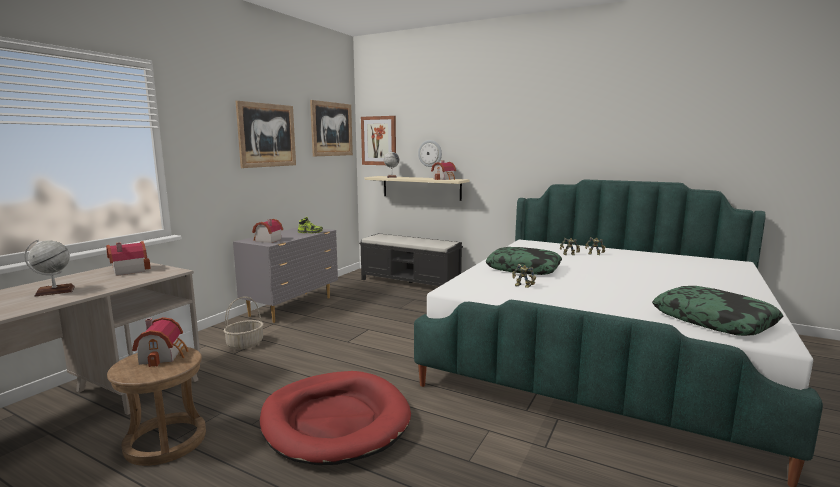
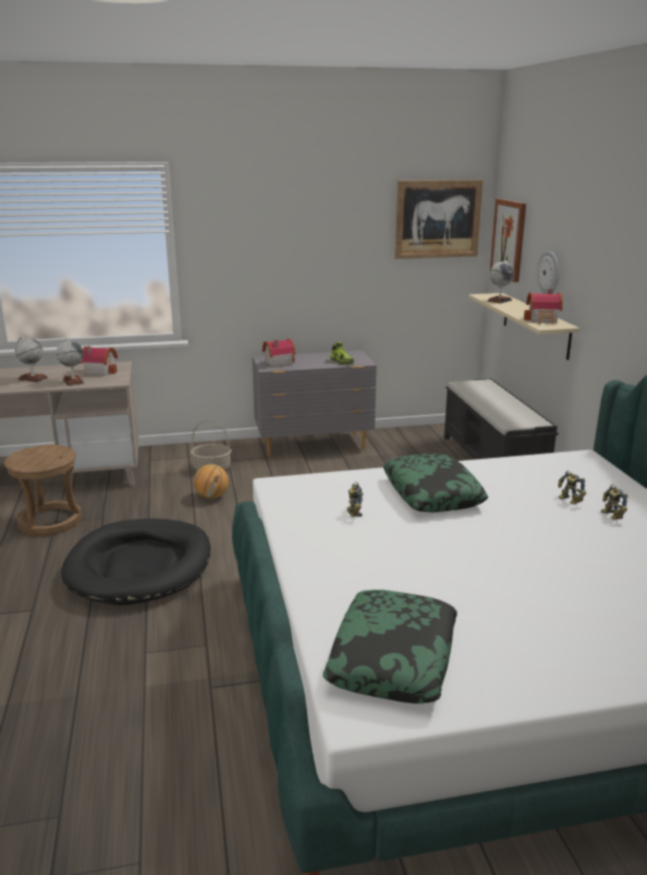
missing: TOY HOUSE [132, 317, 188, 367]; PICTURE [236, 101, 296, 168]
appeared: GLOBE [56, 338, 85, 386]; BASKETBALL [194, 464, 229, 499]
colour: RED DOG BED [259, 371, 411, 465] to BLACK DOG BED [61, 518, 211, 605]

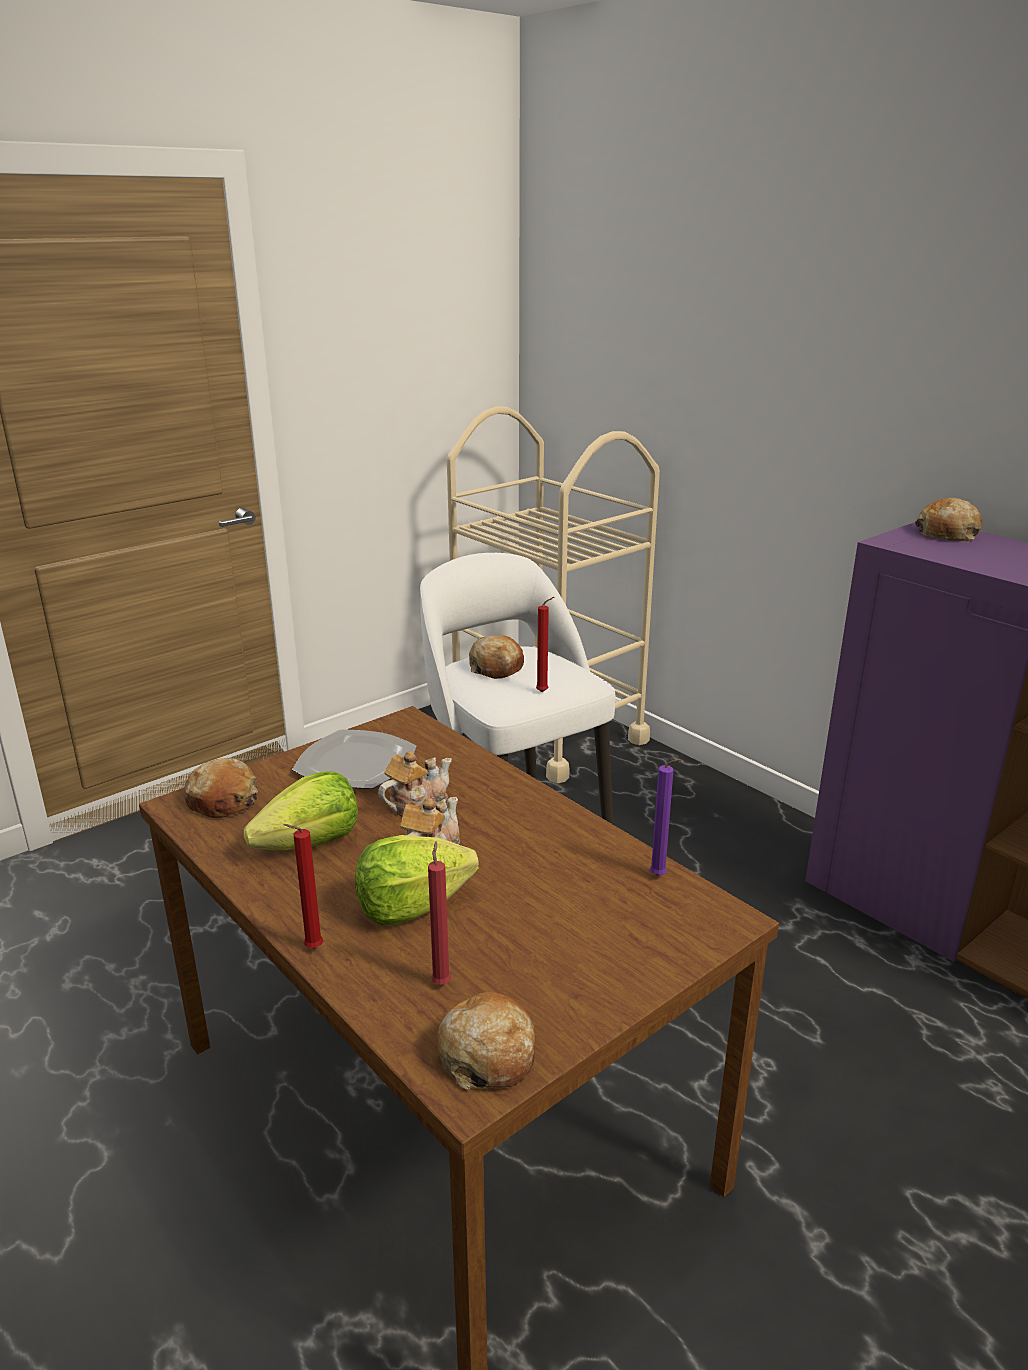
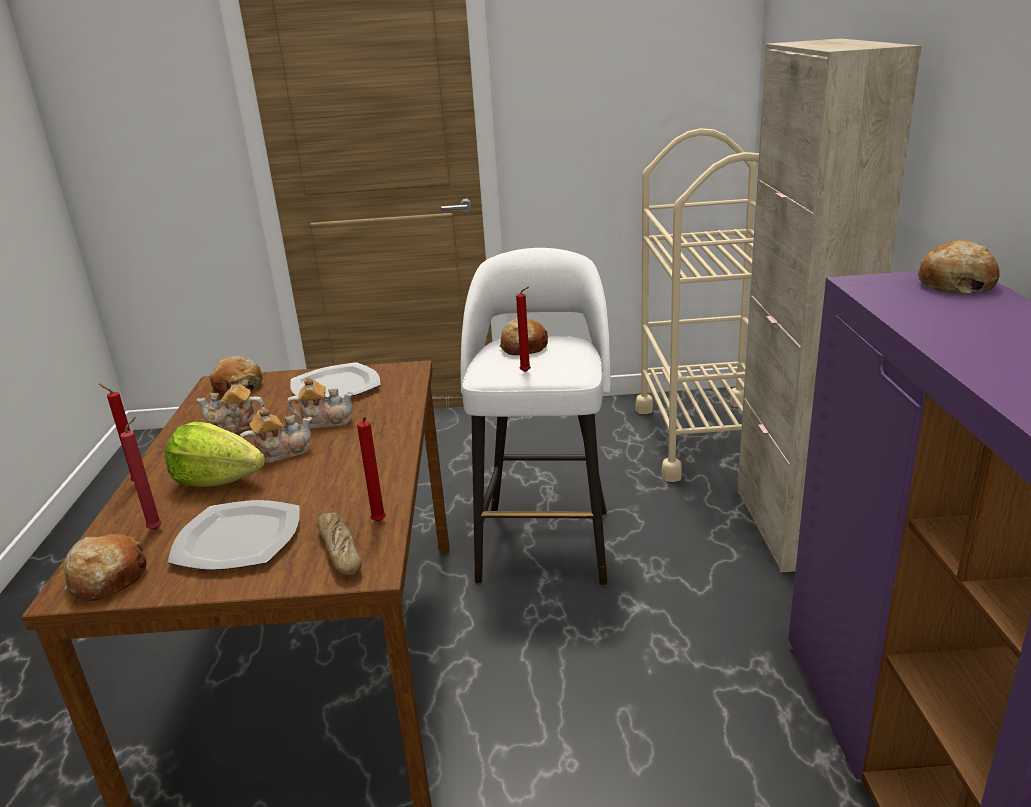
appeared: PLATE [168, 500, 300, 570]; BREAD [317, 512, 362, 576]; BEIGE CABINET [737, 38, 921, 572]
exchanged: LETTUCE [244, 771, 358, 850] to TEAPOT [196, 375, 264, 433]
colour: PURPLE CANDLE [650, 759, 681, 876] to RED CANDLE [357, 417, 386, 522]

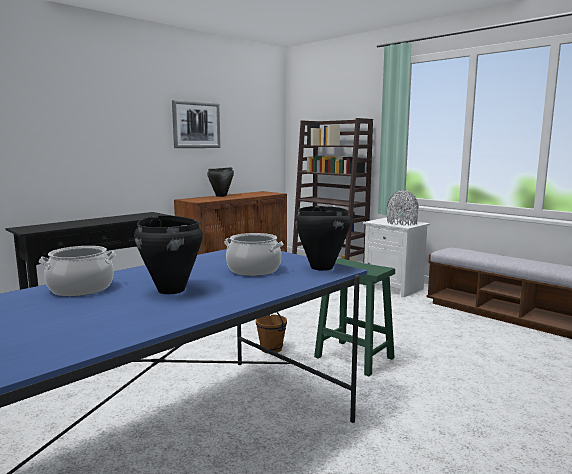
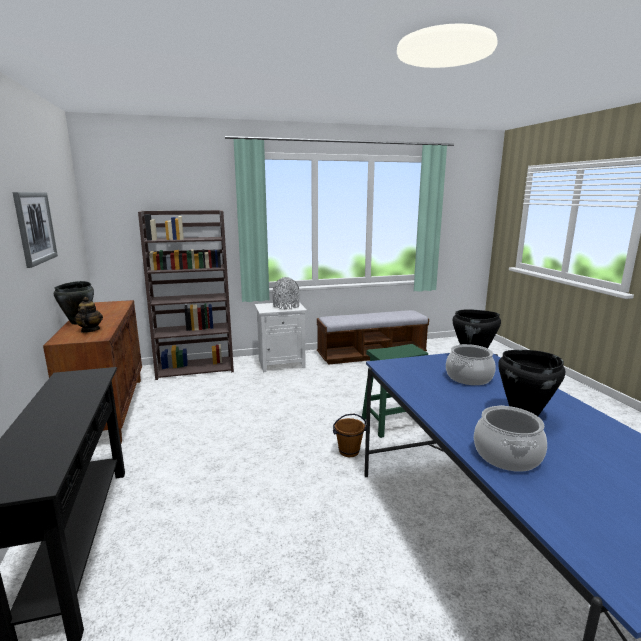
appeared: TEAPOT [74, 297, 103, 333]

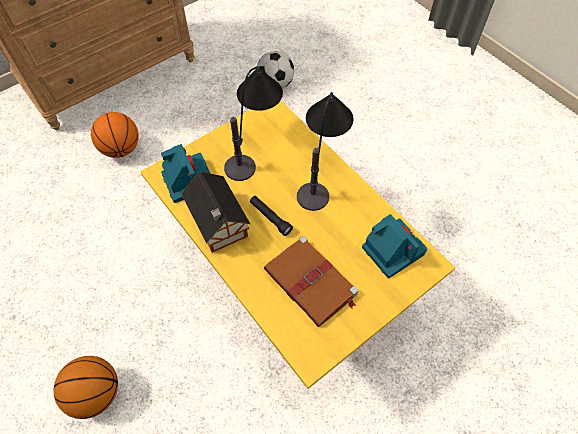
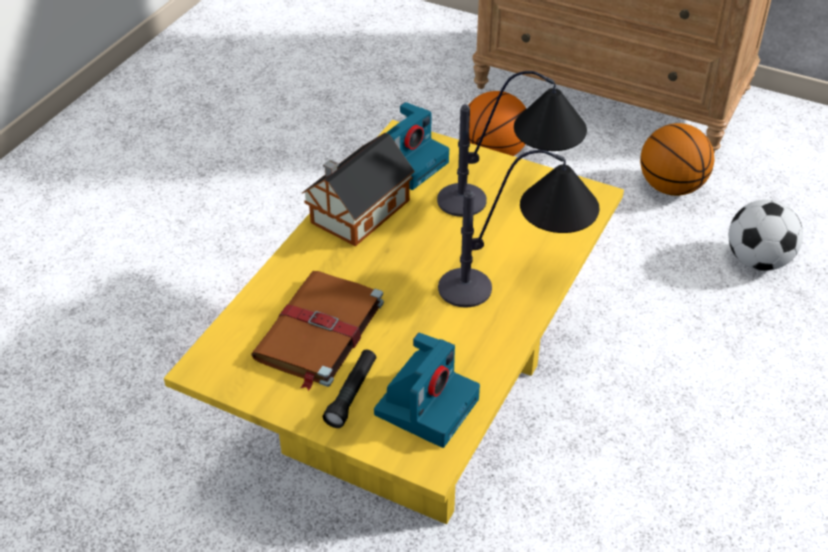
relocated: BLACK FLASHLIGHT [250, 196, 293, 236] to [323, 350, 376, 428]; BASKETBALL [53, 356, 118, 419] to [640, 123, 714, 196]

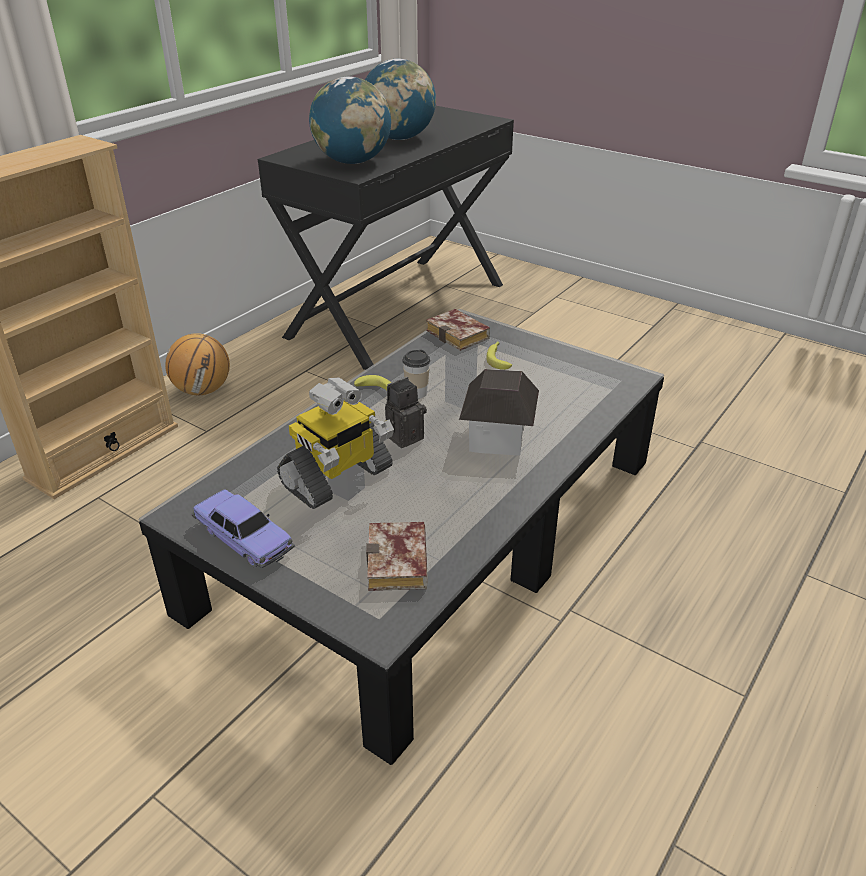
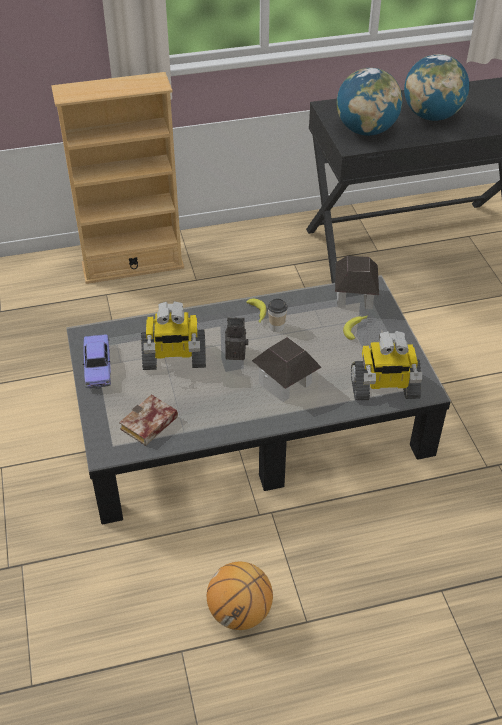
appeared: TOY ROBOT [351, 331, 422, 400]
relocated: BASKETBALL [165, 333, 230, 395] to [207, 562, 273, 630]
exchanged: BOOK [426, 309, 490, 351] to TOY HOUSE [335, 256, 379, 309]

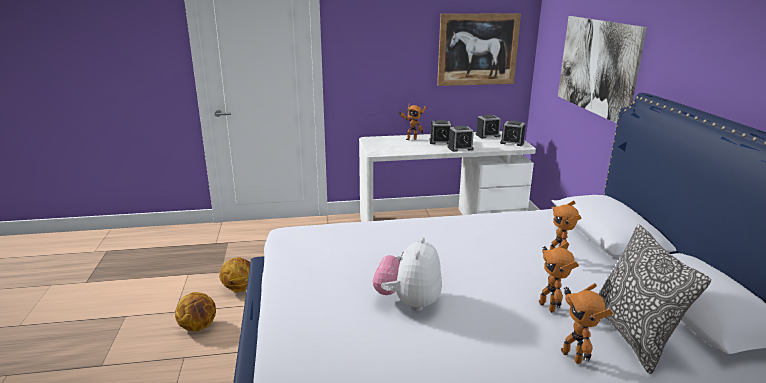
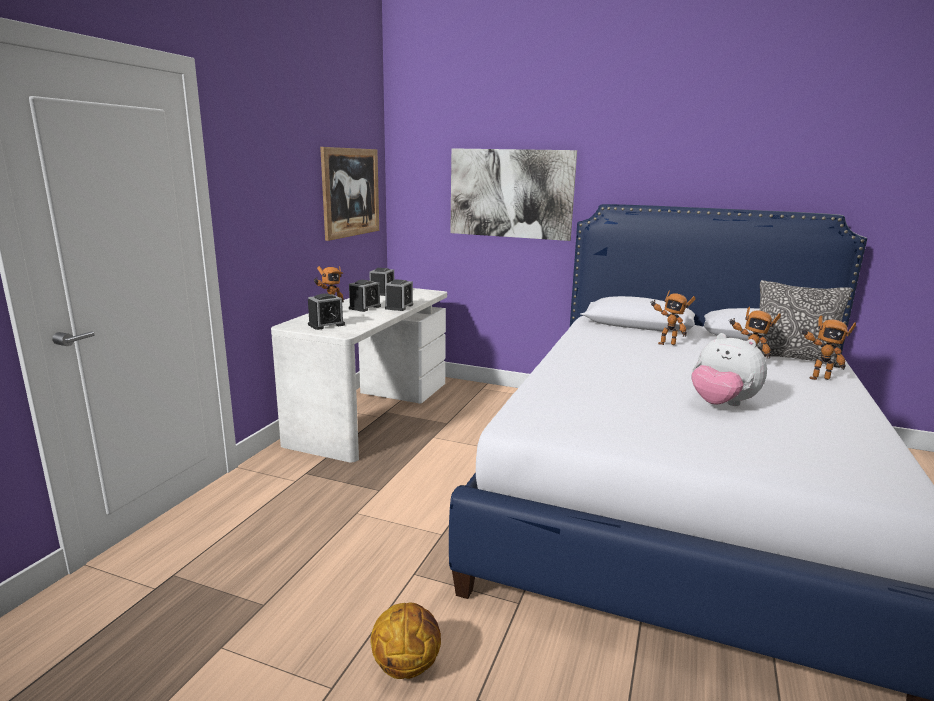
missing: BASKETBALL [219, 257, 250, 292]
relocated: ALARM CLOCK [500, 121, 526, 146] to [308, 293, 345, 330]

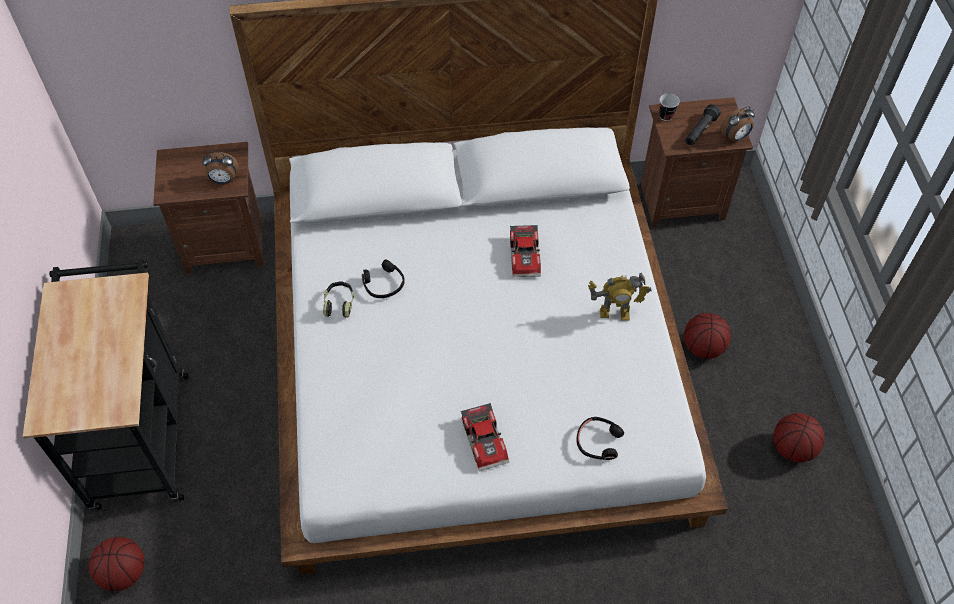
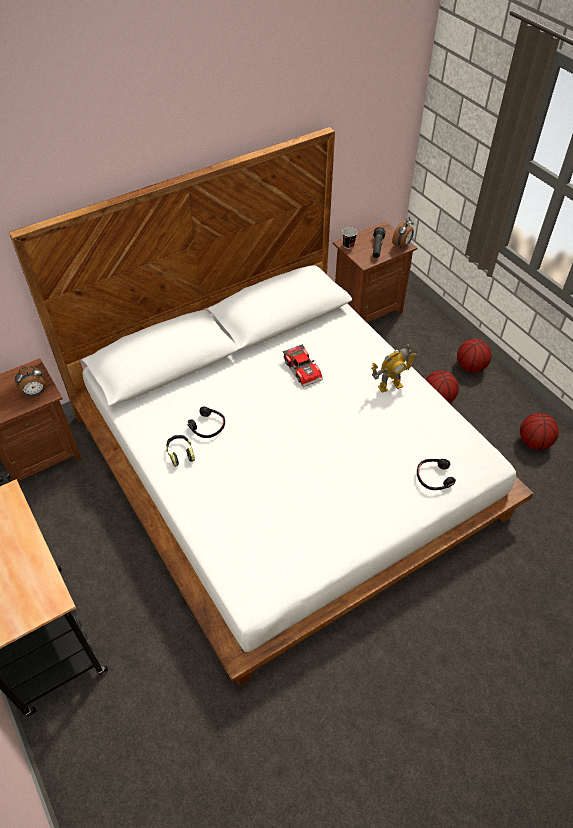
missing: TOY CAR [461, 403, 509, 471]
relocated: BASKETBALL [89, 537, 145, 591] to [457, 339, 492, 373]

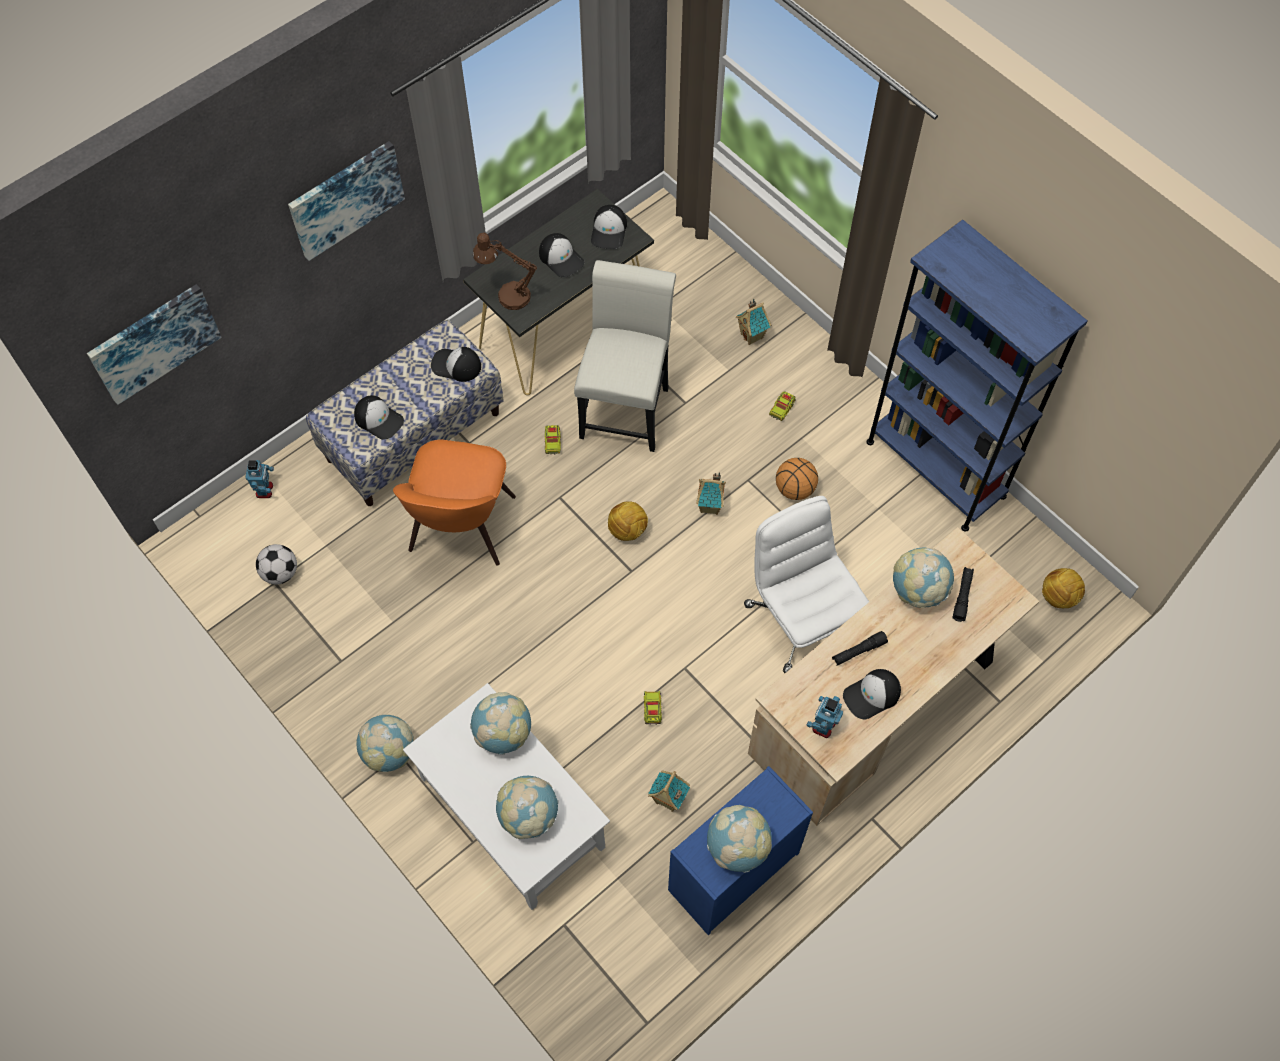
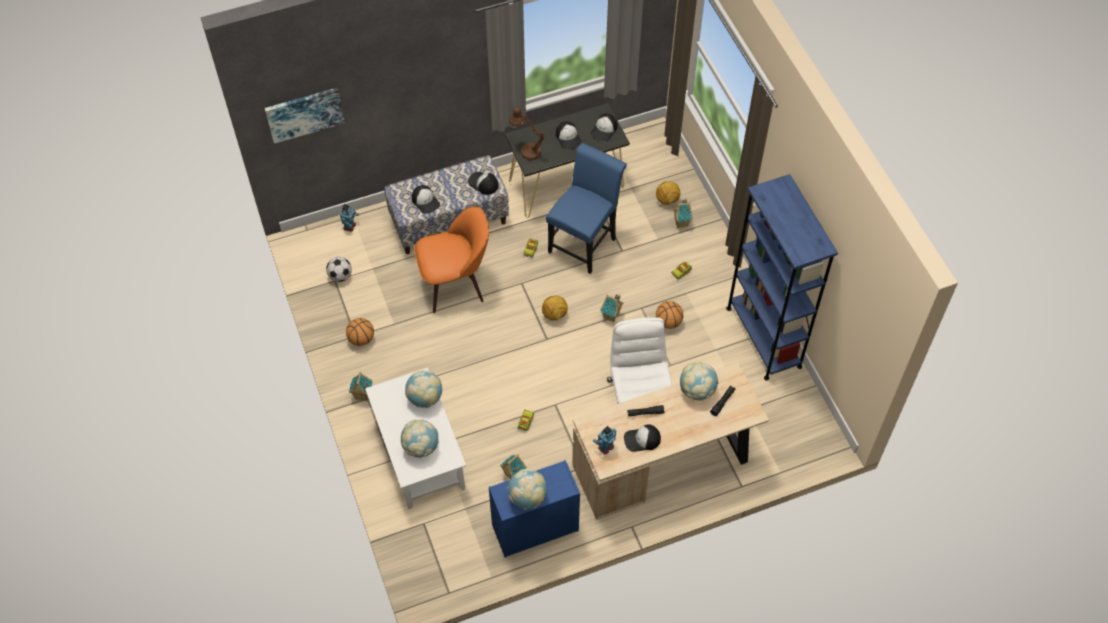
missing: PICTURE [288, 141, 405, 261]
appeared: BASKETBALL [346, 318, 374, 346]
relocated: FOOTBALL [1042, 568, 1085, 608] to [656, 181, 681, 205]
exchanged: GLOBE [356, 715, 414, 772] to TOY HOUSE [349, 372, 373, 402]
colour: WHITE CHAIR [574, 260, 676, 452] to BLUE CHAIR [546, 143, 627, 274]
spun: ORANGE CHAIR [393, 440, 516, 565] = [414, 207, 489, 313] 135 degrees counterclockwise

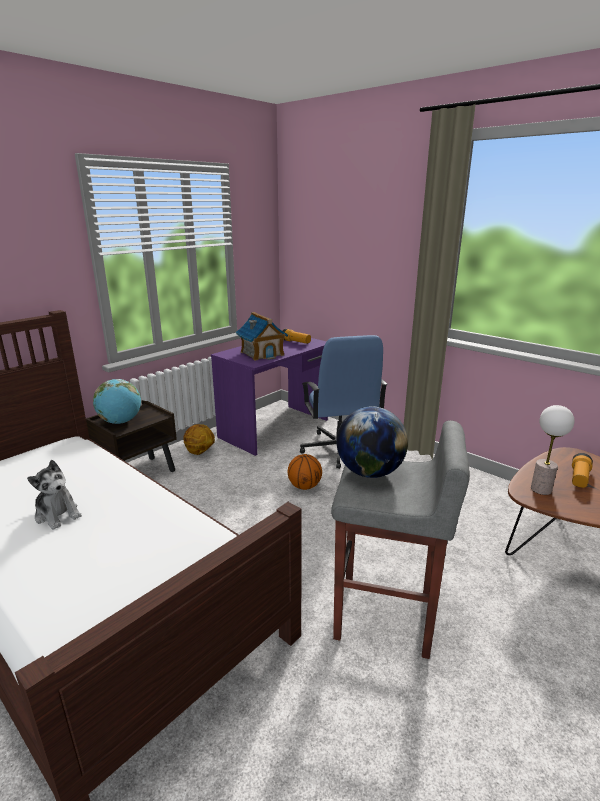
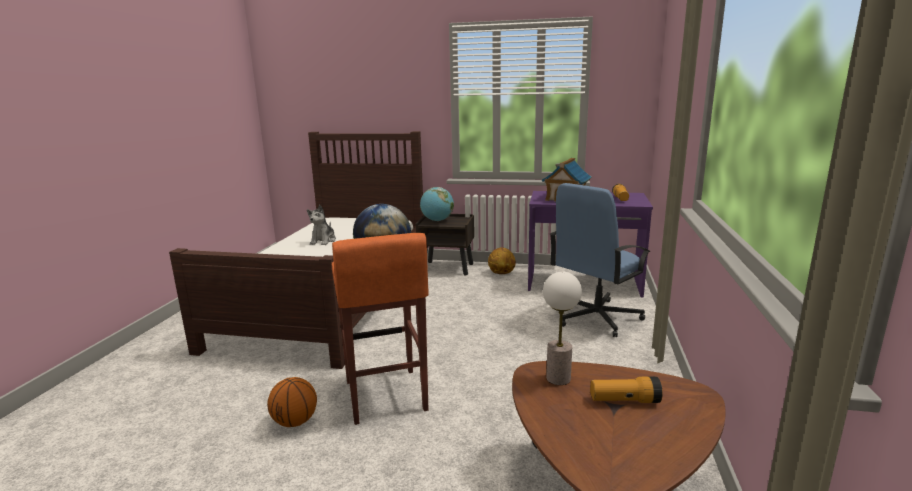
relocated: BASKETBALL [288, 454, 322, 490] to [267, 377, 317, 427]
colour: GREY STOOL [331, 420, 470, 659] to ORANGE STOOL [332, 233, 429, 425]

